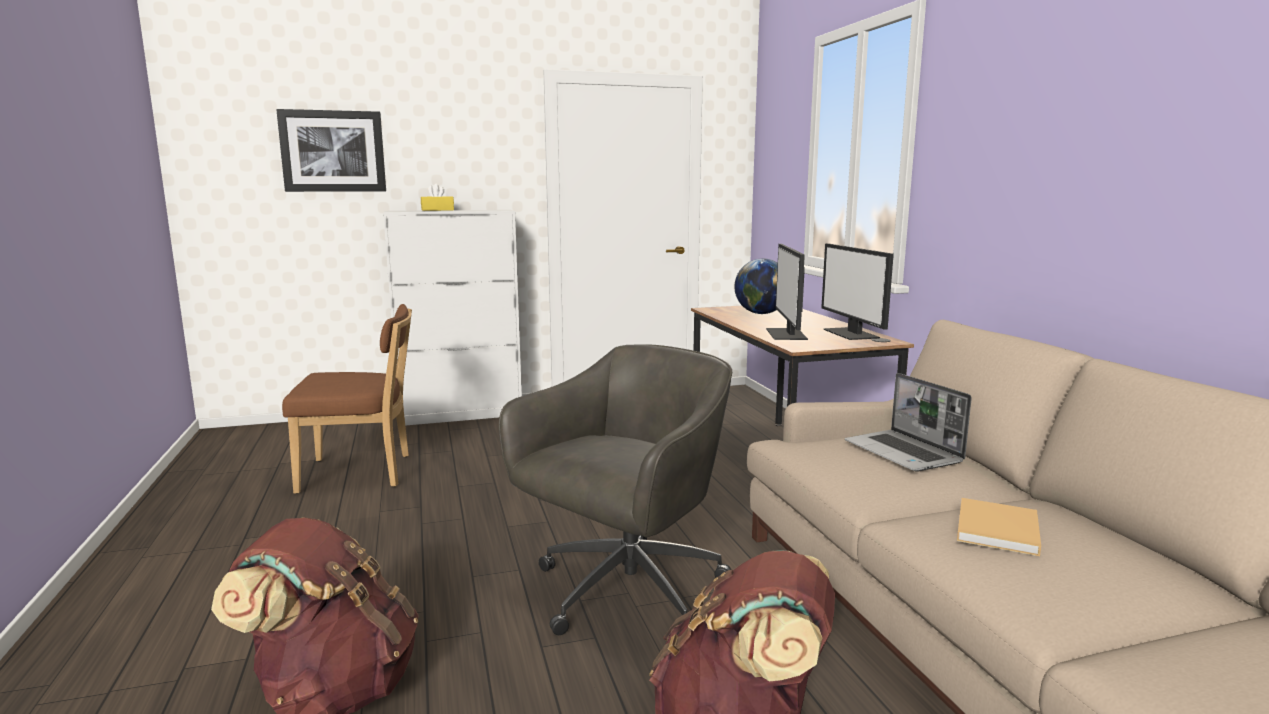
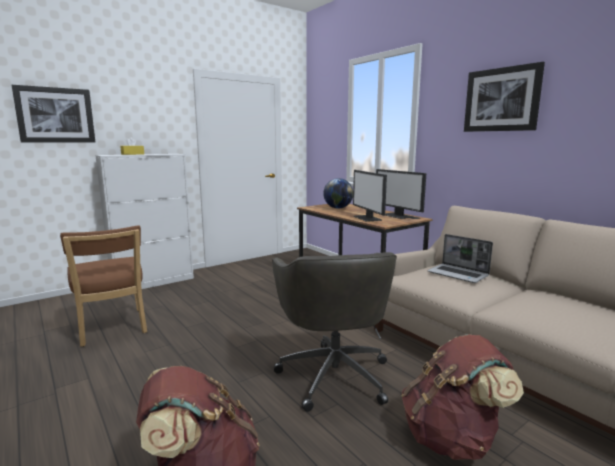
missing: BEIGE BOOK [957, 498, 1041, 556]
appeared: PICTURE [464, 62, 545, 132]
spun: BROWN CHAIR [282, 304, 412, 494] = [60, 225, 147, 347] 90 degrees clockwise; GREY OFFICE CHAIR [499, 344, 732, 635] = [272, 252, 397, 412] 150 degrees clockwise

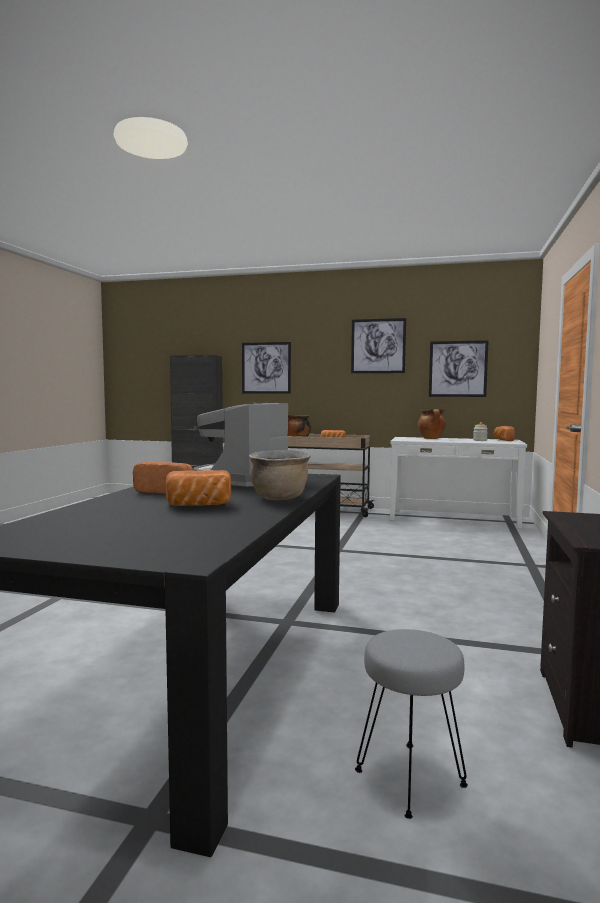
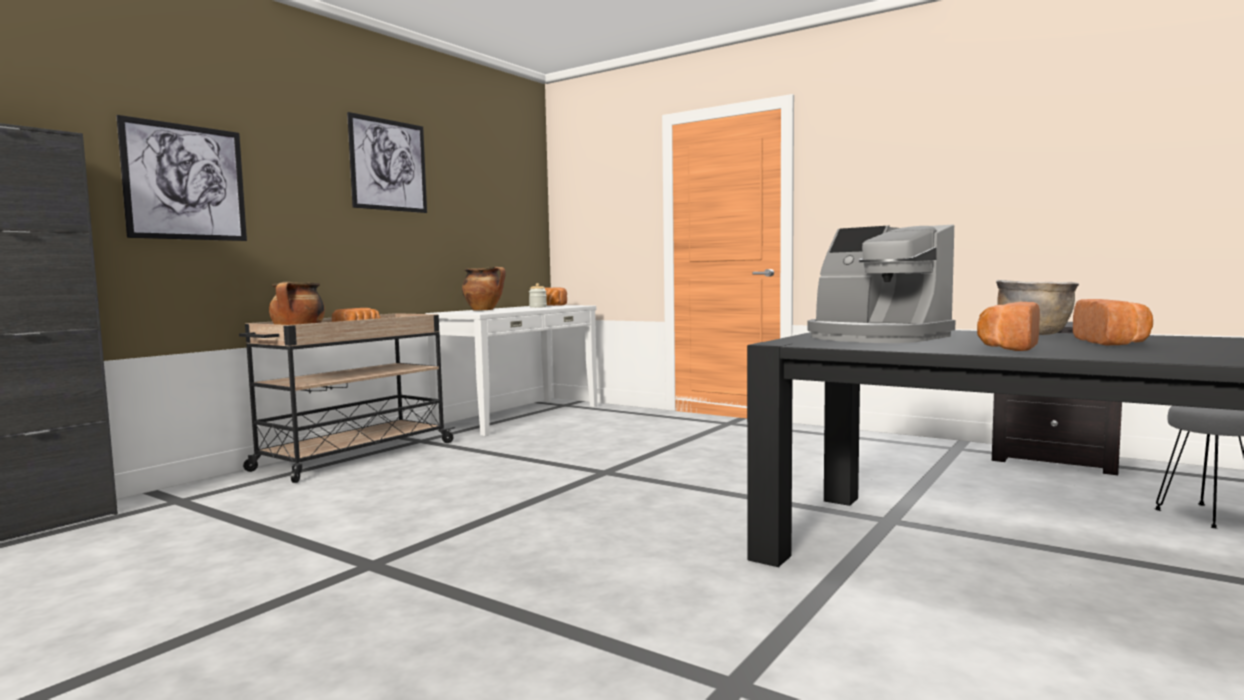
missing: PICTURE [429, 340, 489, 397]

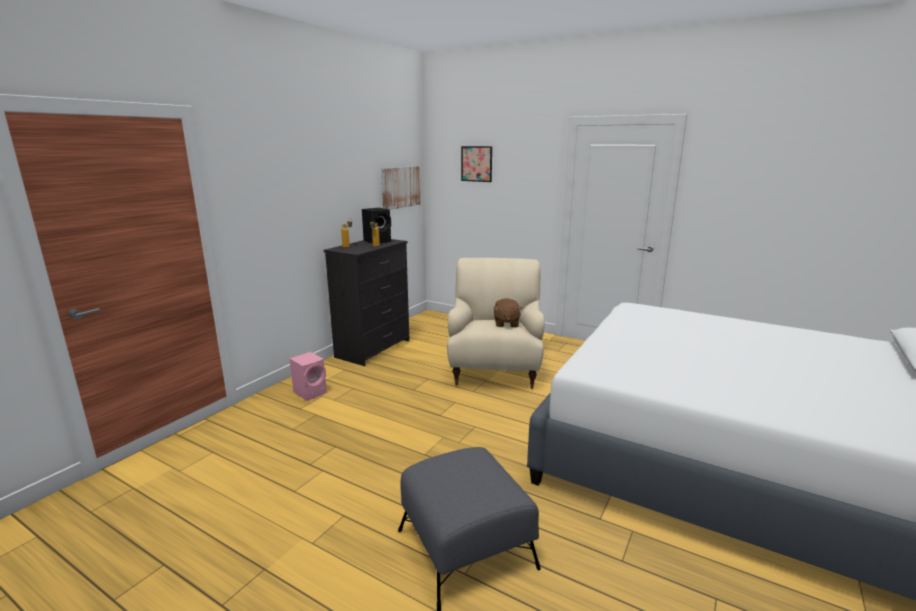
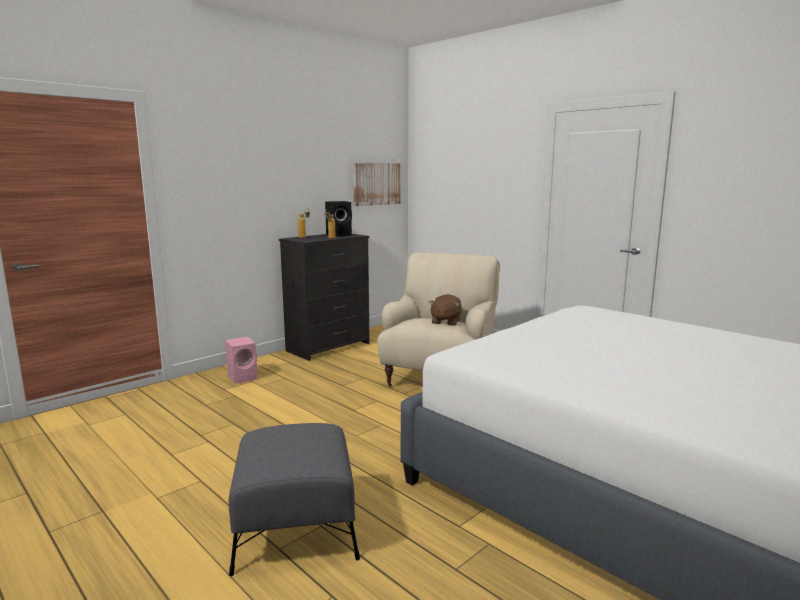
missing: PICTURE [461, 146, 492, 182]

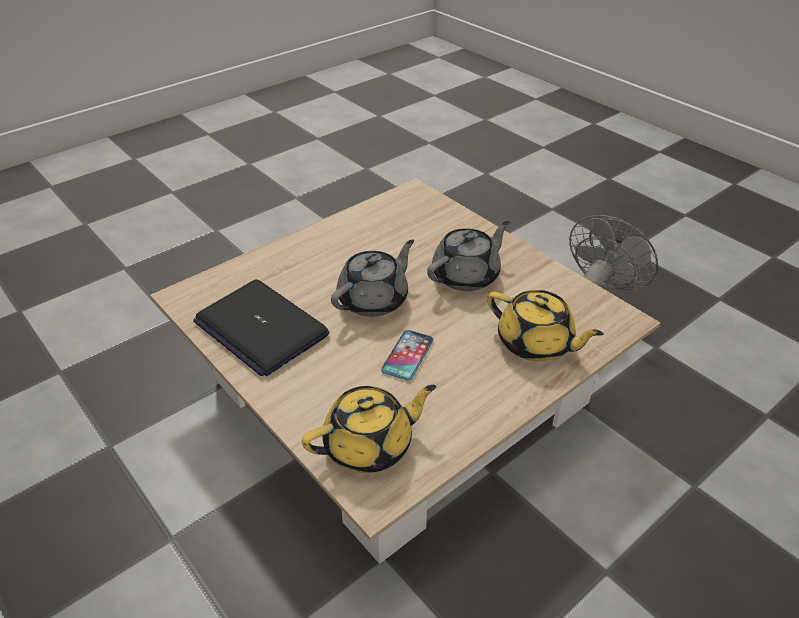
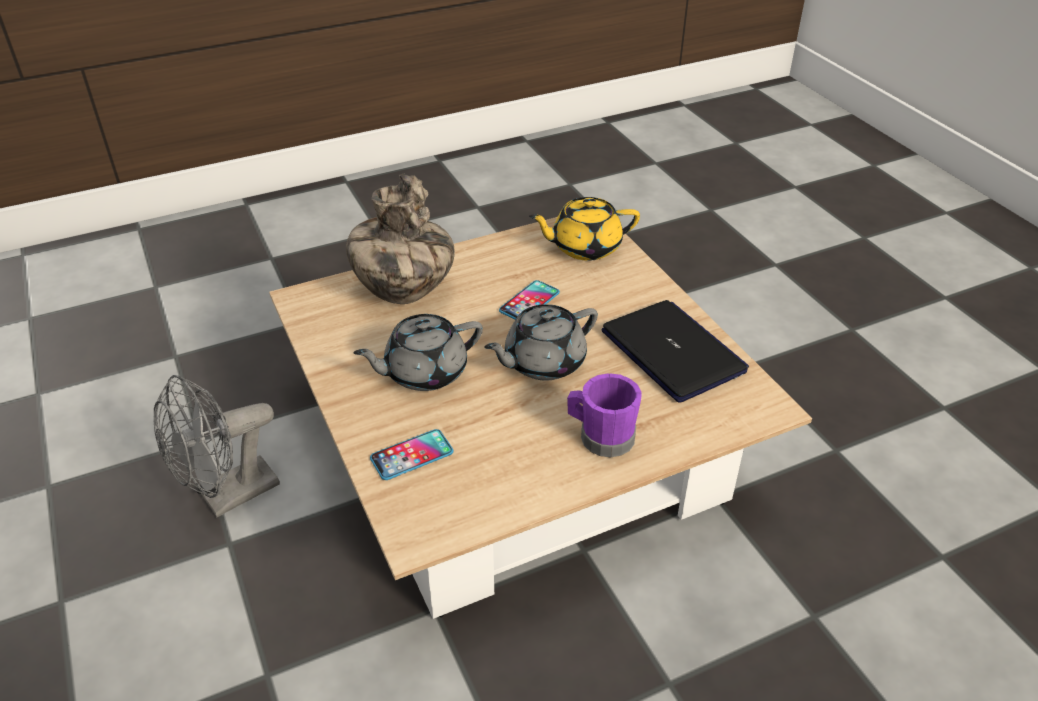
appeared: PHONE [370, 429, 454, 480]; PURPLE MUG [567, 374, 642, 457]
exchanged: YELLOW TEAPOT [487, 290, 604, 361] to VASE [346, 174, 455, 304]

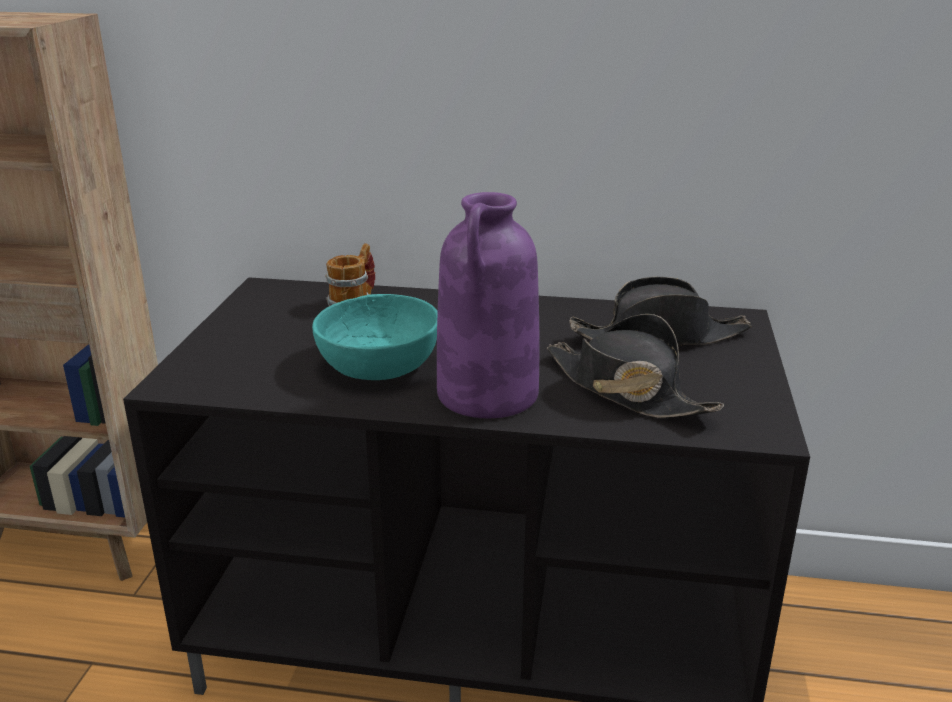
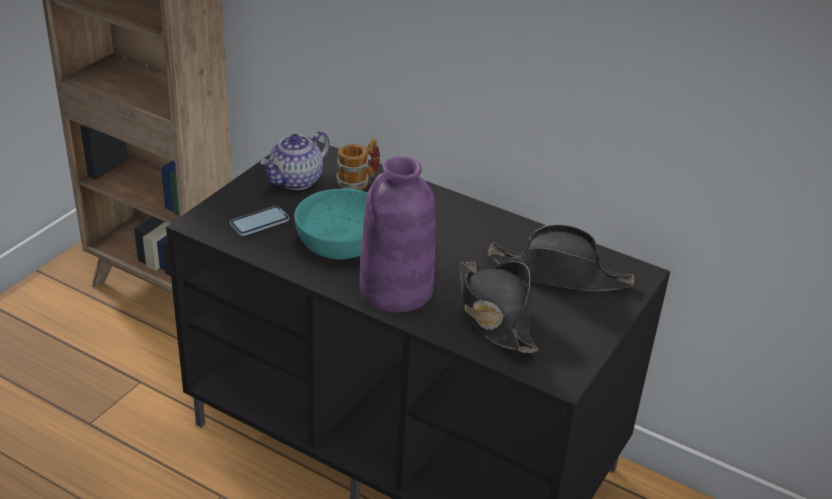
appeared: PHONE [230, 206, 289, 236]; TEAPOT [260, 131, 330, 190]

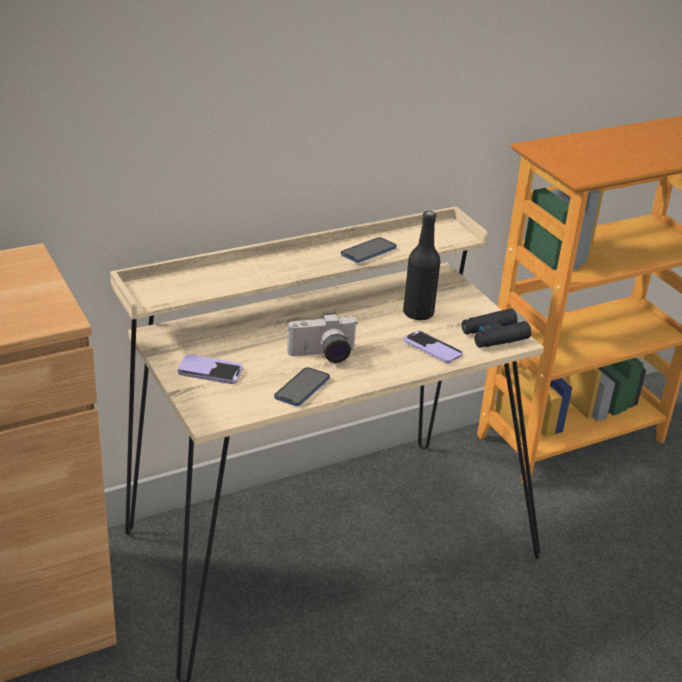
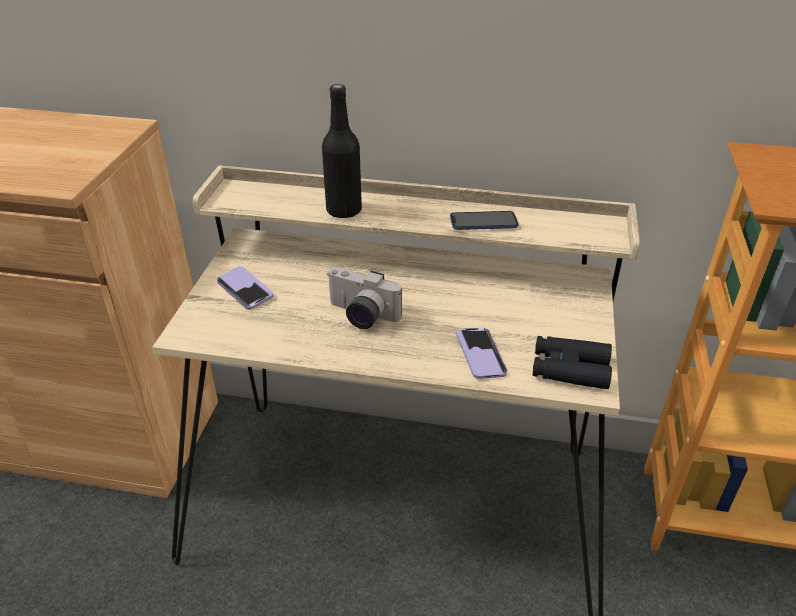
missing: PHONE [274, 367, 330, 406]
relocated: BLACK BOTTLE [403, 211, 440, 321] to [322, 84, 362, 218]

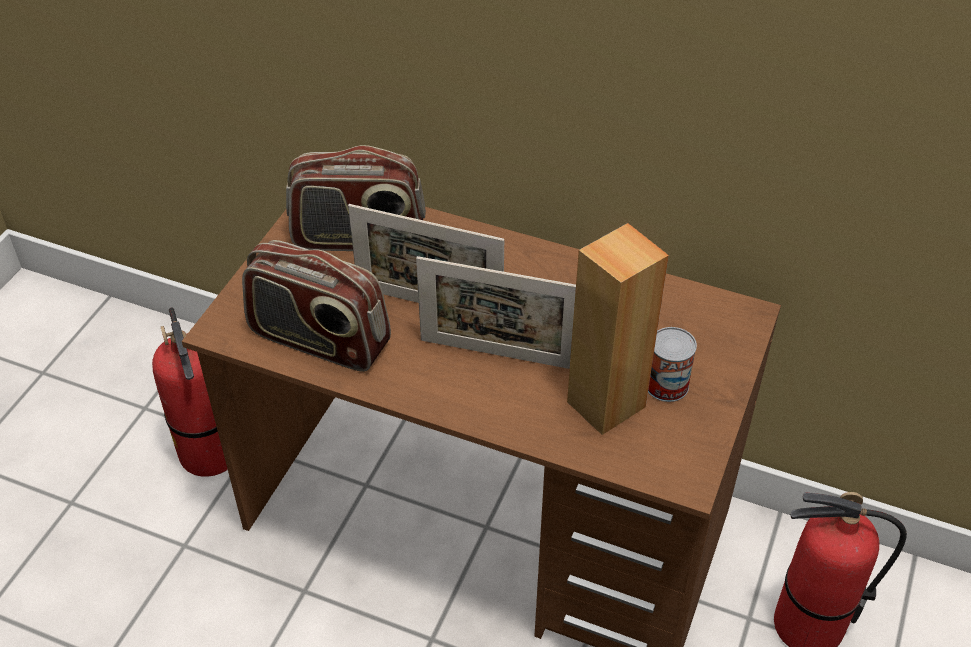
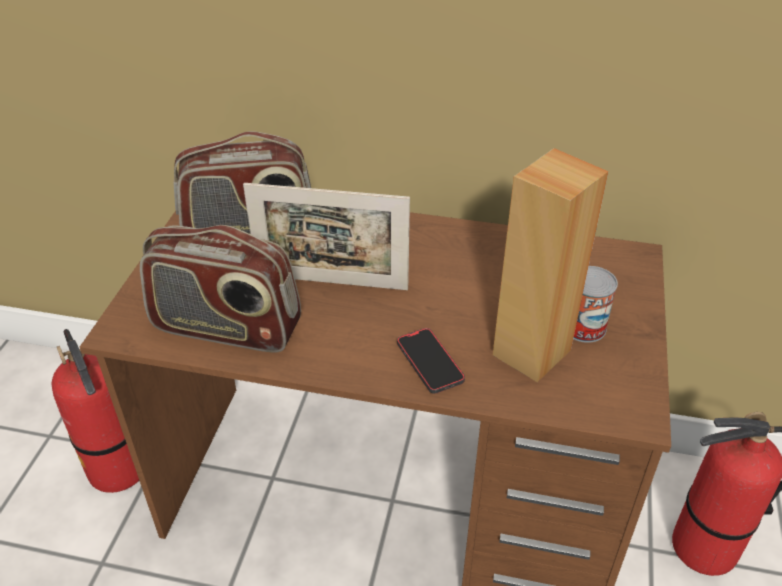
missing: PICTURE FRAME [416, 256, 576, 369]
appeared: PHONE [397, 328, 465, 394]

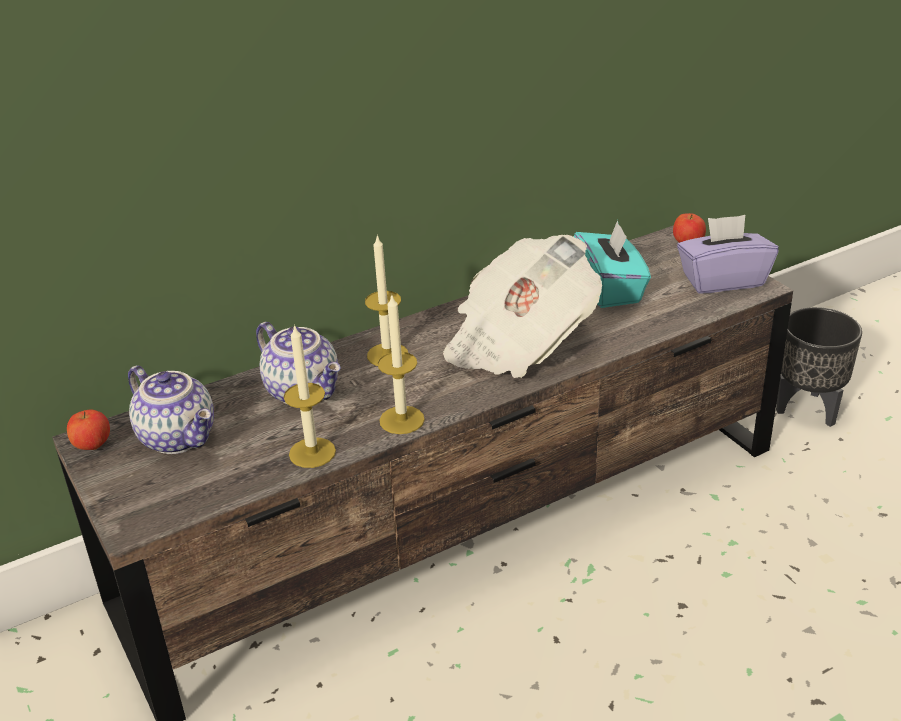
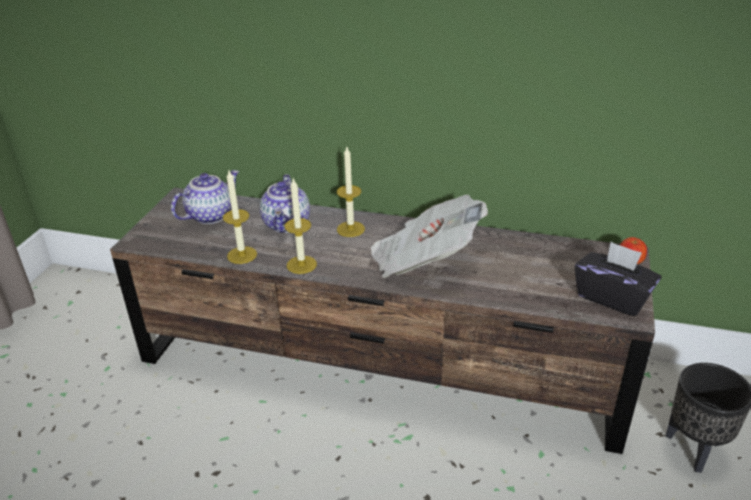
missing: APPLE [67, 410, 110, 450]; TURQUOISE TISSUE BOX [574, 220, 651, 308]
colour: PURPLE TISSUE BOX [677, 215, 779, 294] to BLACK TISSUE BOX [575, 242, 661, 316]
spun: TEAPOT [128, 366, 214, 454] = [171, 170, 239, 224] 135 degrees counterclockwise

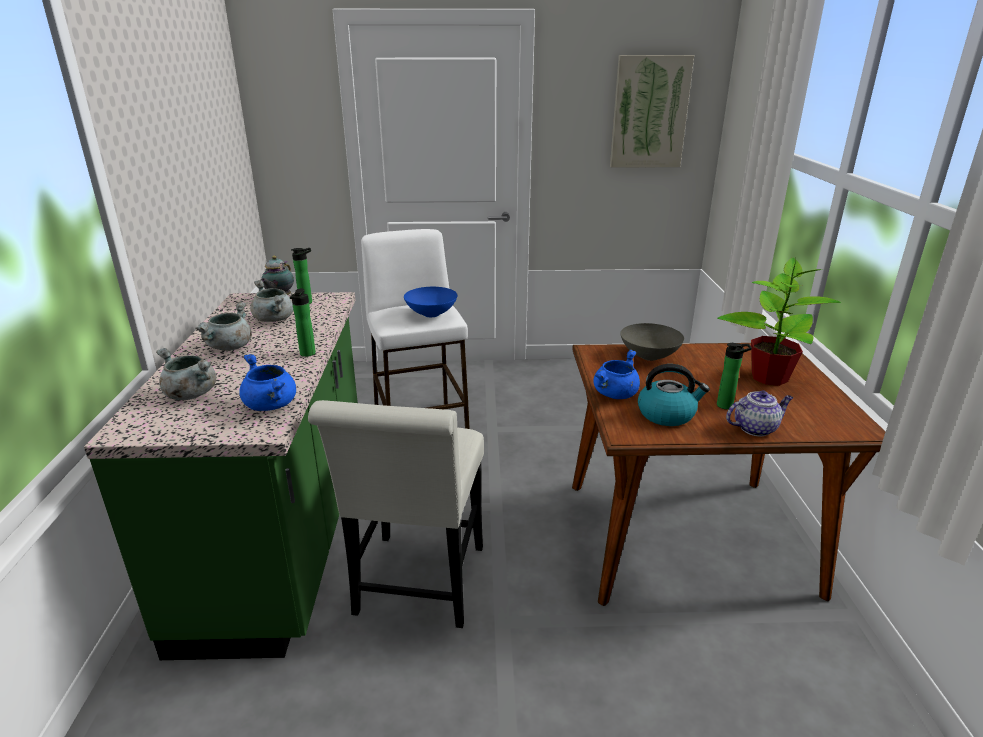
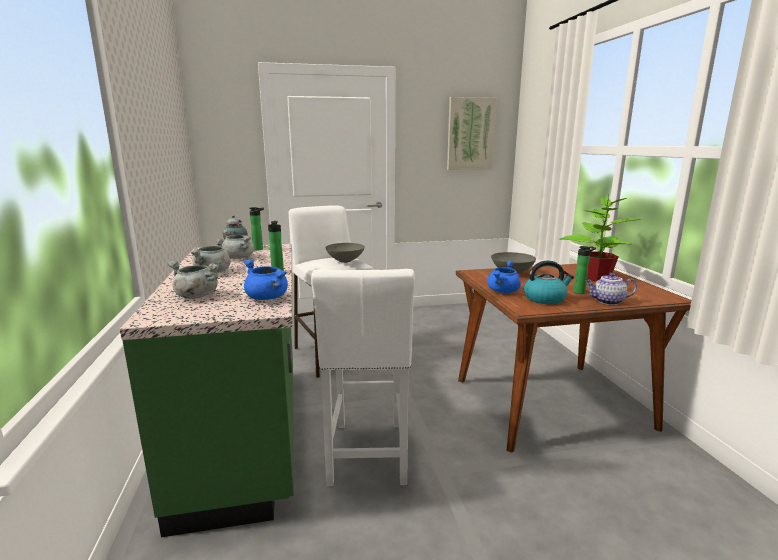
exchanged: WHITE CHAIR [308, 400, 484, 628] to WHITE STOOL [311, 269, 415, 486]
colour: BLUE BOWL [404, 287, 457, 317] to GREY BOWL [325, 243, 365, 263]
spun: TEAPOT [726, 391, 793, 436] = [585, 273, 637, 305] 150 degrees counterclockwise

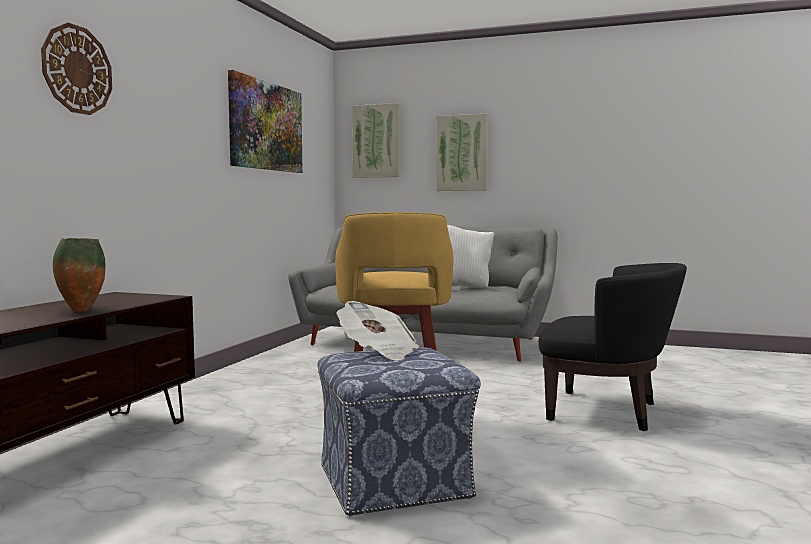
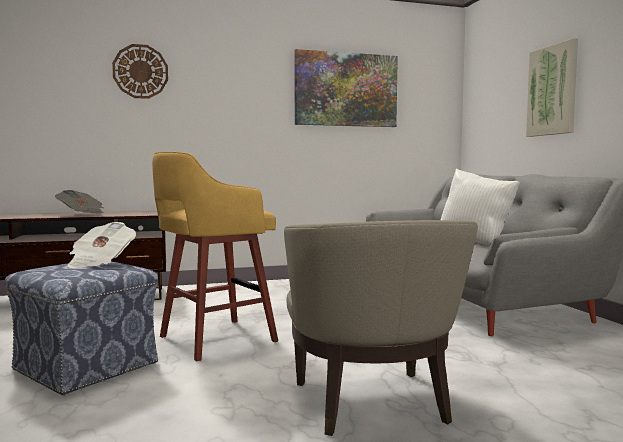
missing: PICTURE [352, 103, 400, 178]
exchanged: VASE [53, 238, 105, 312] to NEWSPAPER [55, 190, 104, 214]
colour: BLACK ARMCHAIR [539, 263, 687, 431] to BEIGE ARMCHAIR [284, 220, 478, 436]

